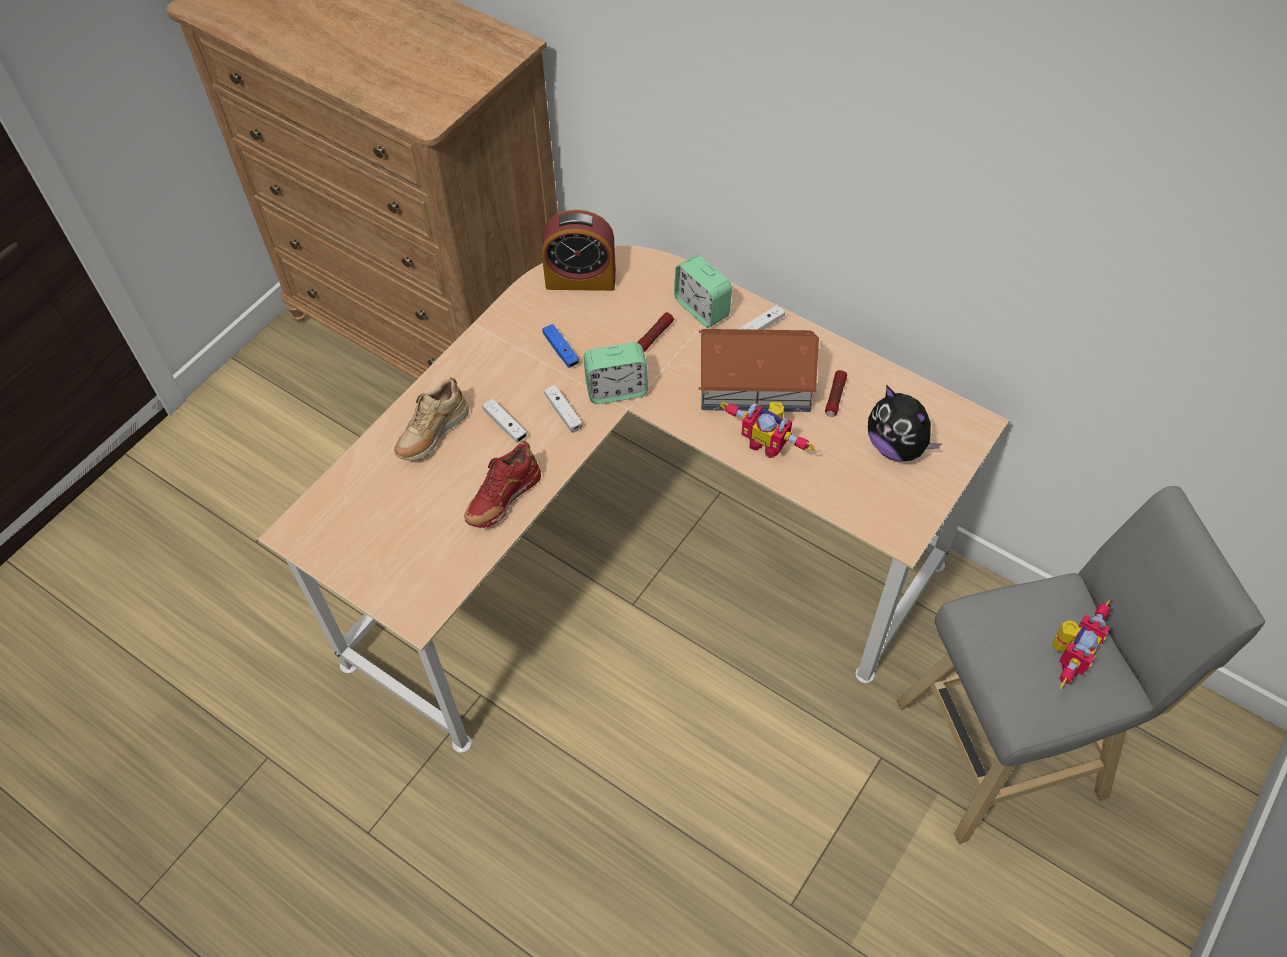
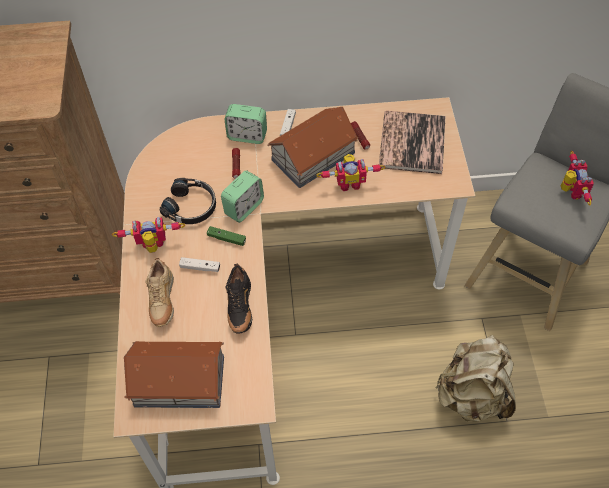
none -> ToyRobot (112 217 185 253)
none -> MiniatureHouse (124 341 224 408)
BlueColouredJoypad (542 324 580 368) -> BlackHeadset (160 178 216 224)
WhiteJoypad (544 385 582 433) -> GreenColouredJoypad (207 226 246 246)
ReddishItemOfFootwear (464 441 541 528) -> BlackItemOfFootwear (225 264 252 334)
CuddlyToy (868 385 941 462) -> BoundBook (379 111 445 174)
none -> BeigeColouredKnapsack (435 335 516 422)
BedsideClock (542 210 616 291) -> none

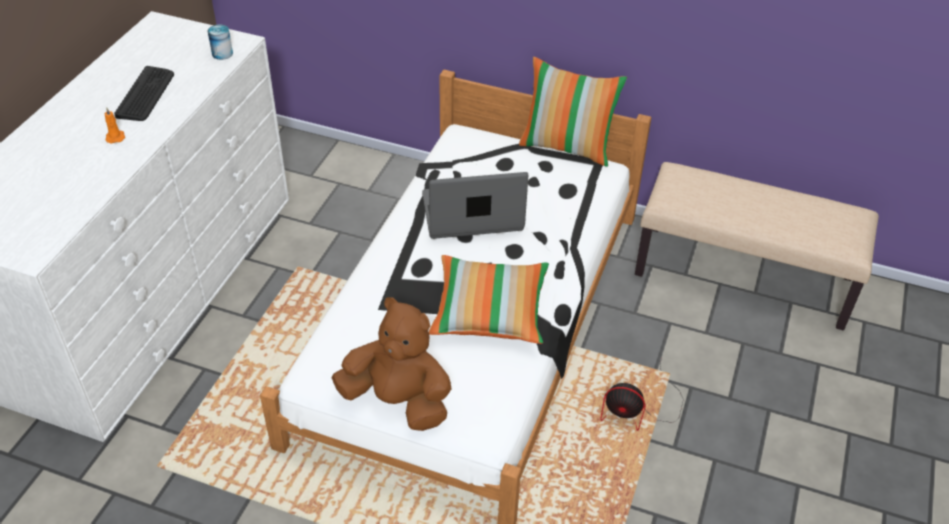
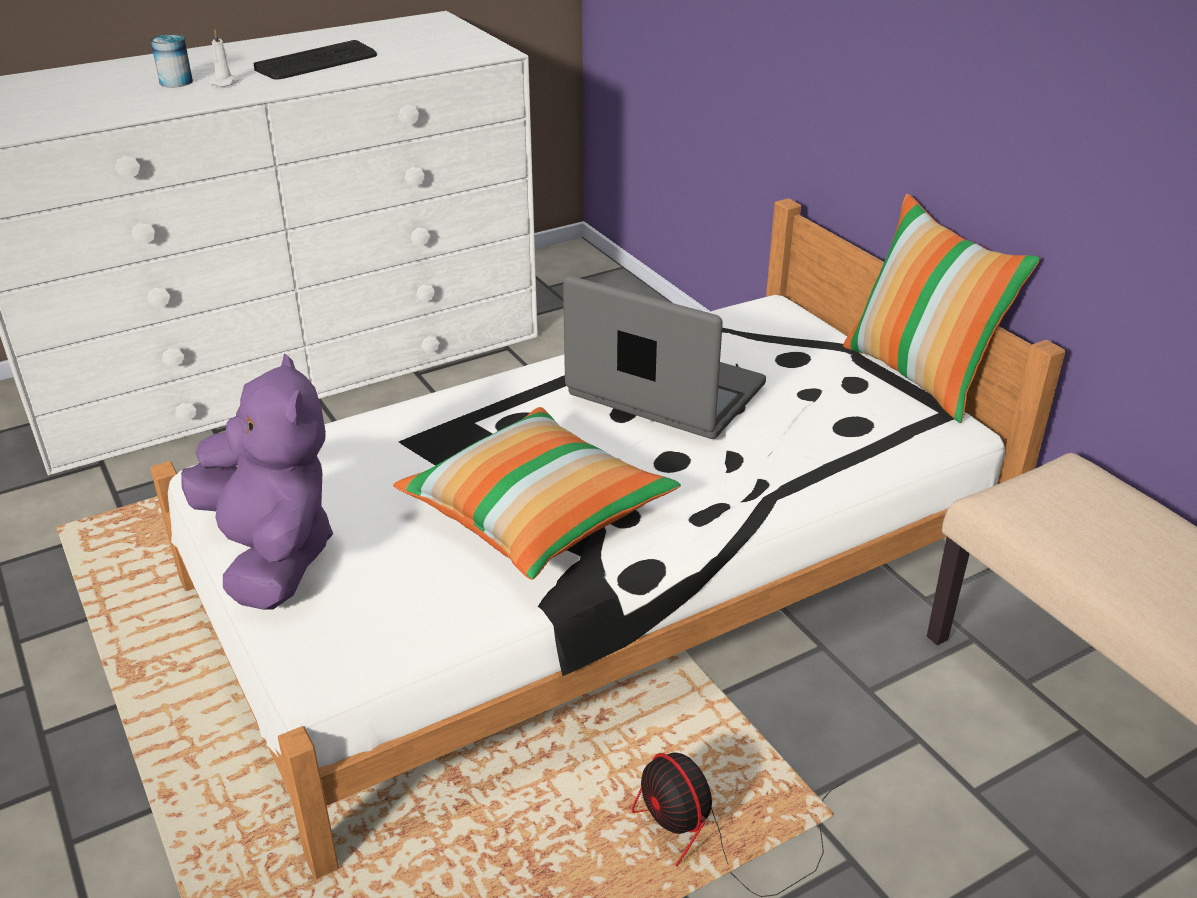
Can (208 25 233 60) -> Can (151 35 193 87), moved
BrownishCuddlyToy (331 297 451 431) -> PurpleCuddlyToy (181 353 333 610)
OrangeColouredCandle (105 107 125 143) -> WhiteCandle (209 30 239 87)

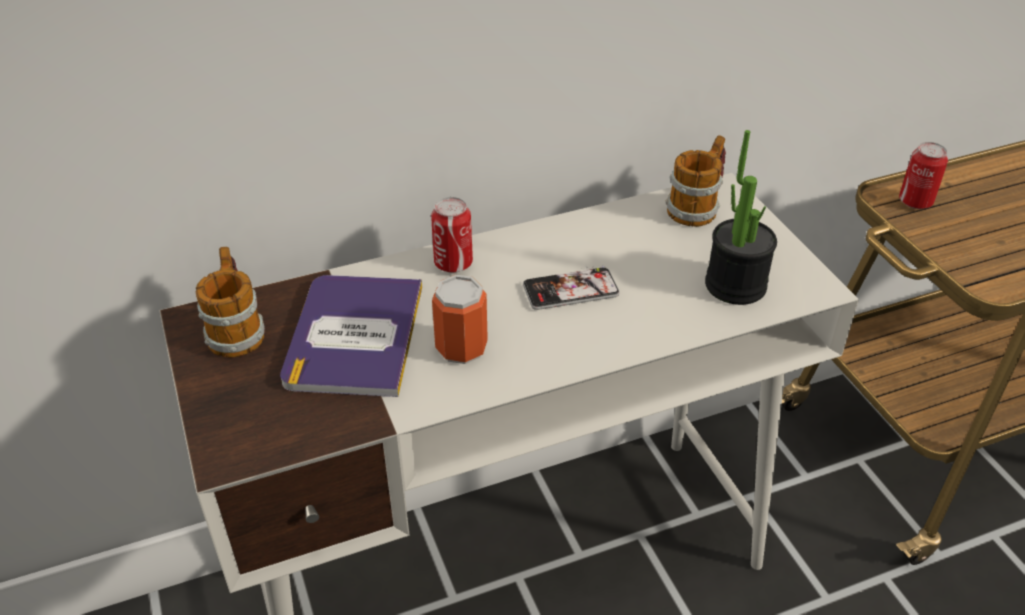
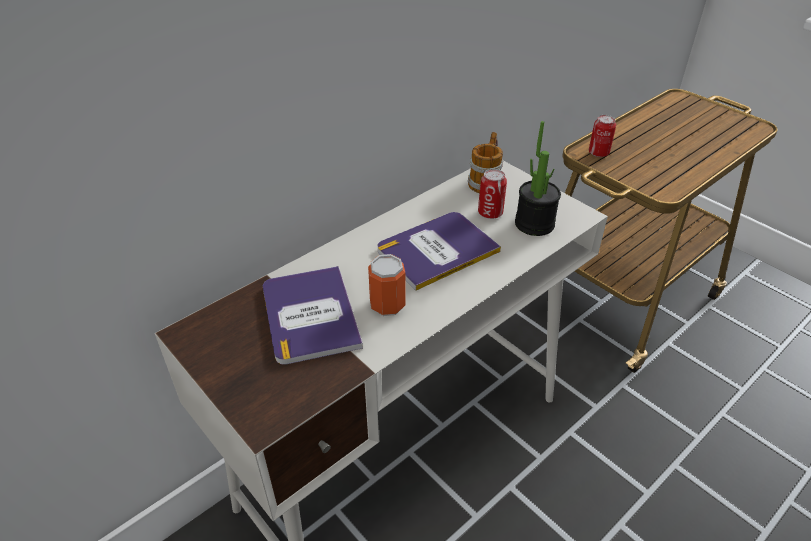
Telephone (523 266 620 310) -> BoundBook (377 212 501 291)
Can (431 197 473 272) -> Can (478 169 507 219), moved
CoffeeMug (195 247 265 358) -> none

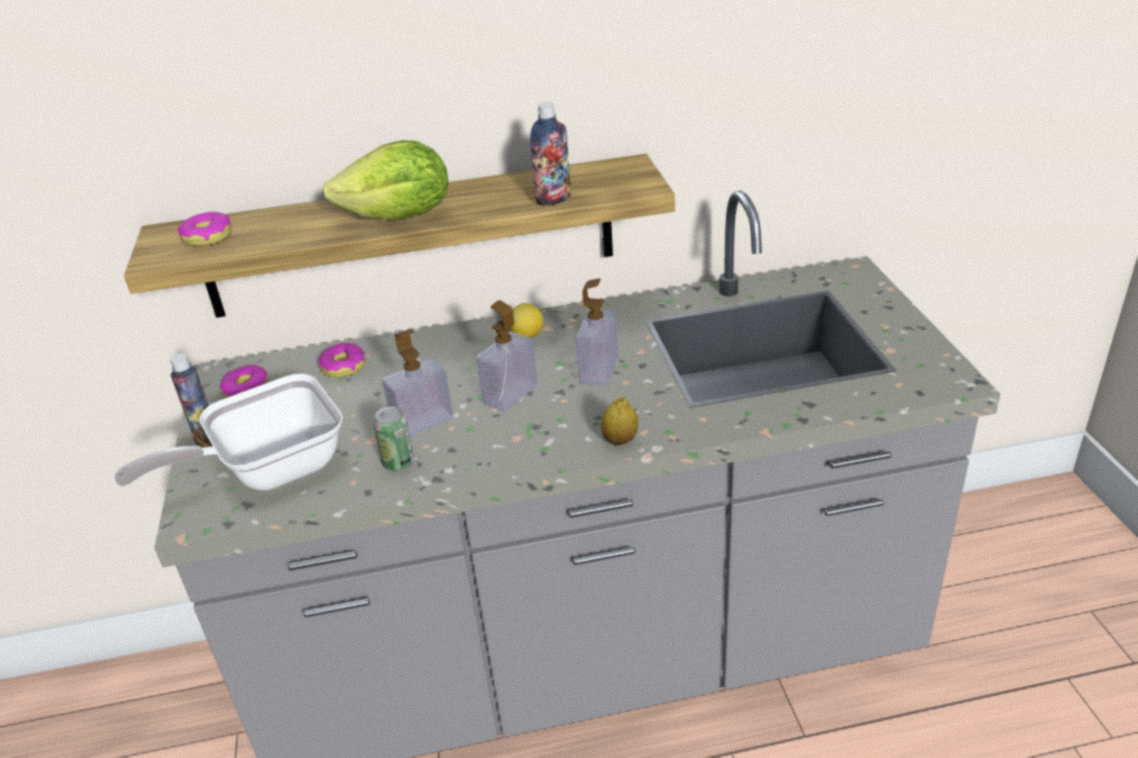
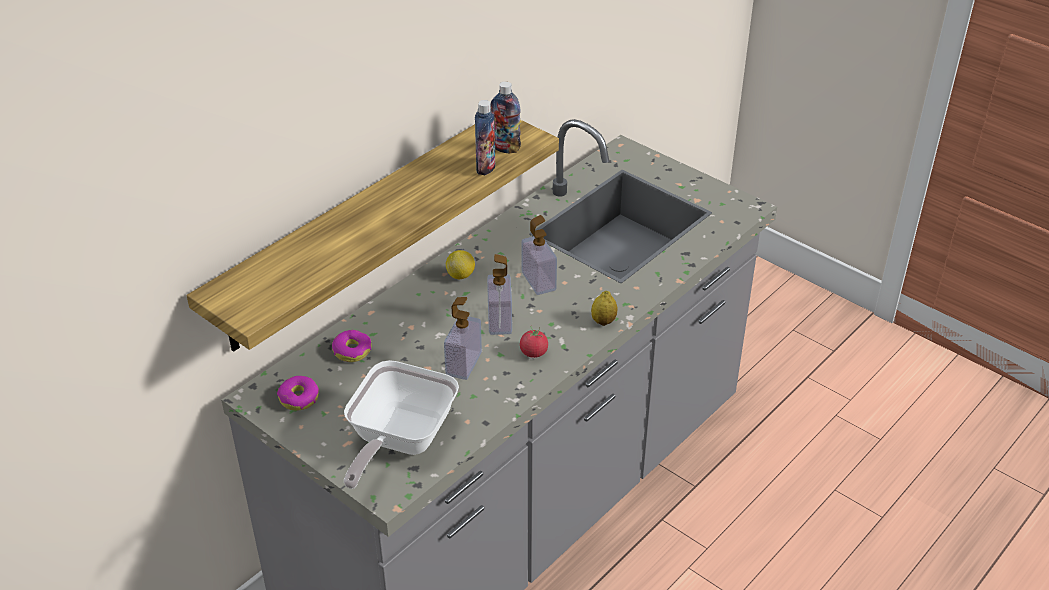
Bottle (170 353 213 448) -> Bottle (491 81 521 153), moved
none -> FreshTomato (520 327 548 358)
Donut (178 212 232 246) -> none
HeadOfLettuce (322 140 448 220) -> none
Can (373 407 414 471) -> none

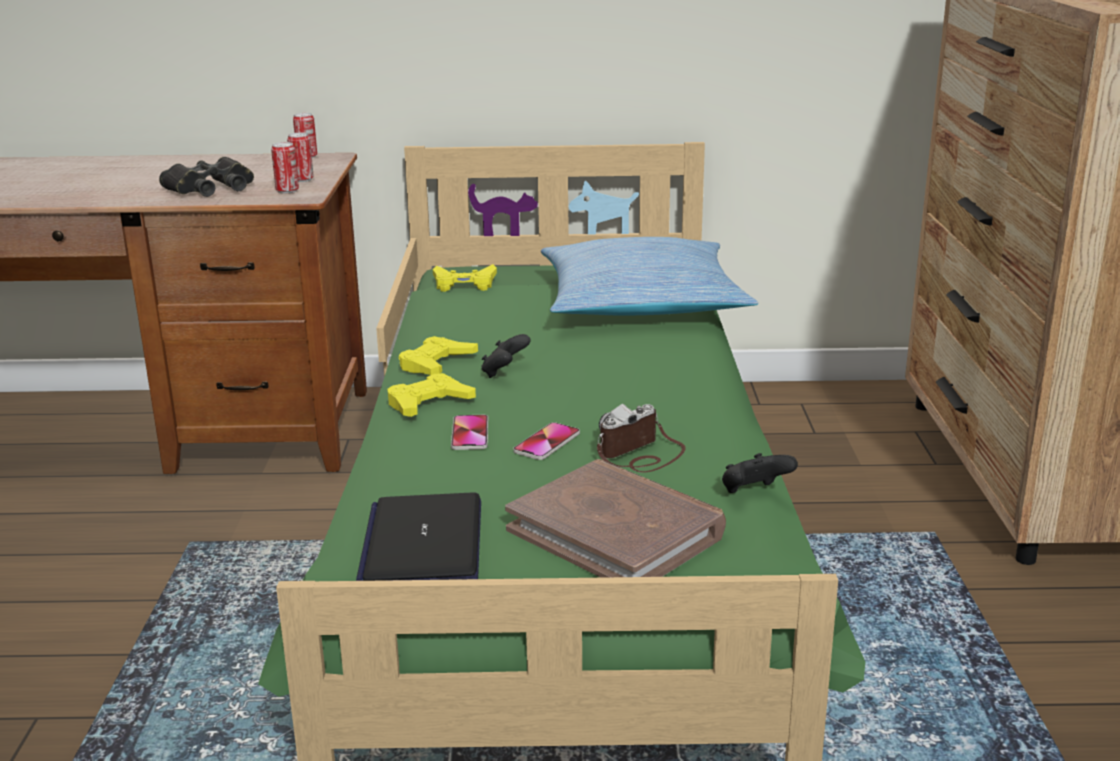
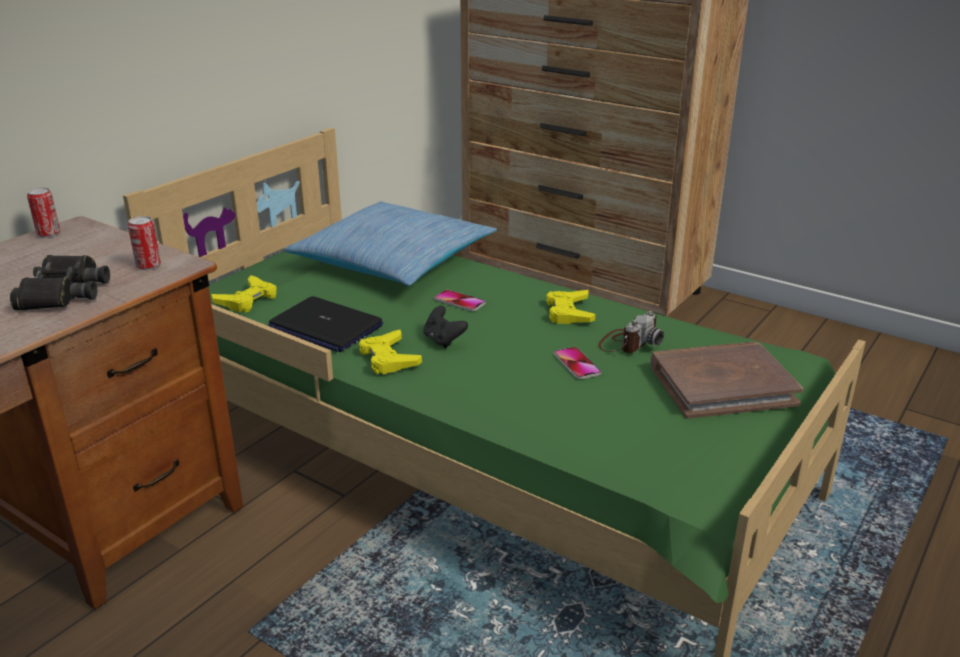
Laptop (356 492 481 581) -> Laptop (268 296 383 352), moved
Telephone (451 415 488 450) -> Telephone (434 290 486 311), moved
YellowJoypad (387 373 476 417) -> YellowJoypad (546 290 595 324), moved
PhotoCamera (597 404 686 473) -> PhotoCamera (598 311 664 353), 135 degrees counterclockwise
Can (287 132 314 182) -> none
BlackJoypad (722 453 798 493) -> none

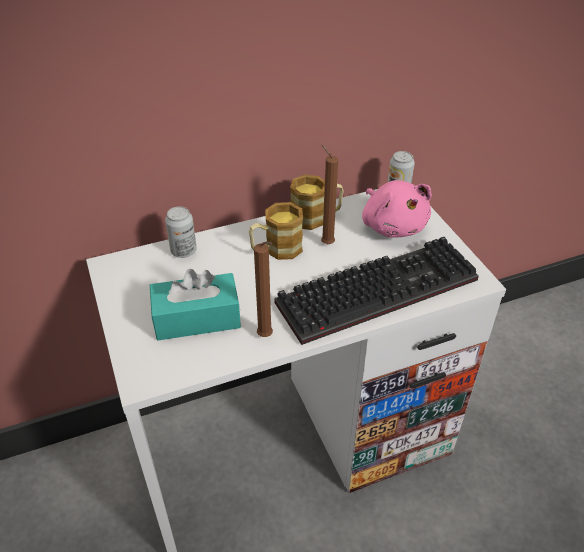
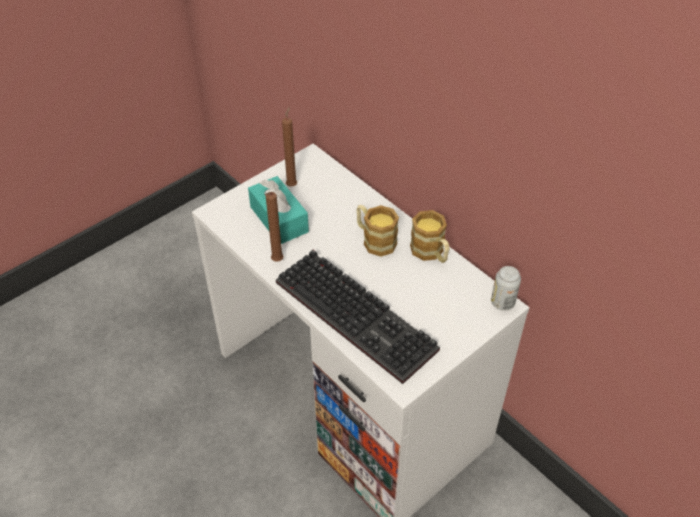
BrownishCandle (321 144 338 244) -> BrownishCandle (282 106 297 186), moved
Can (165 206 197 258) -> none
PinkCuddlyToy (362 180 432 238) -> none

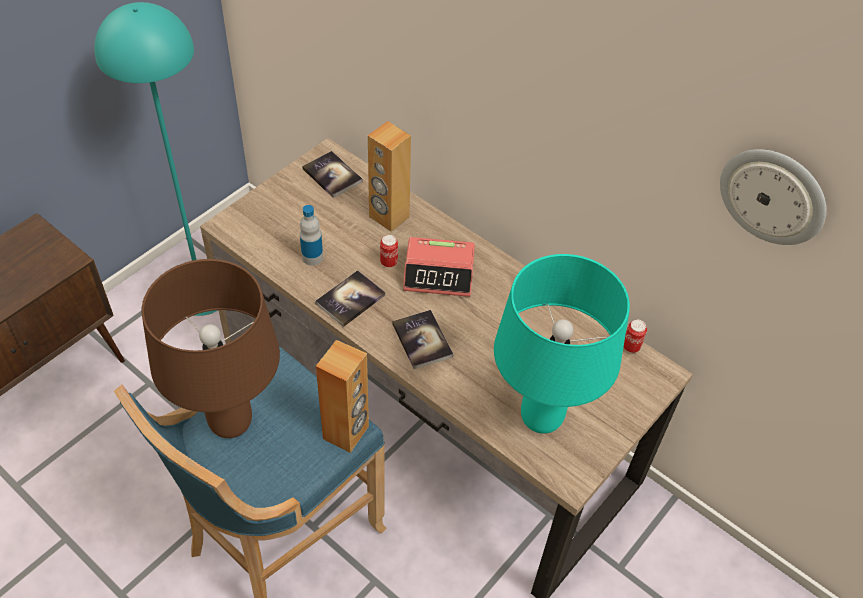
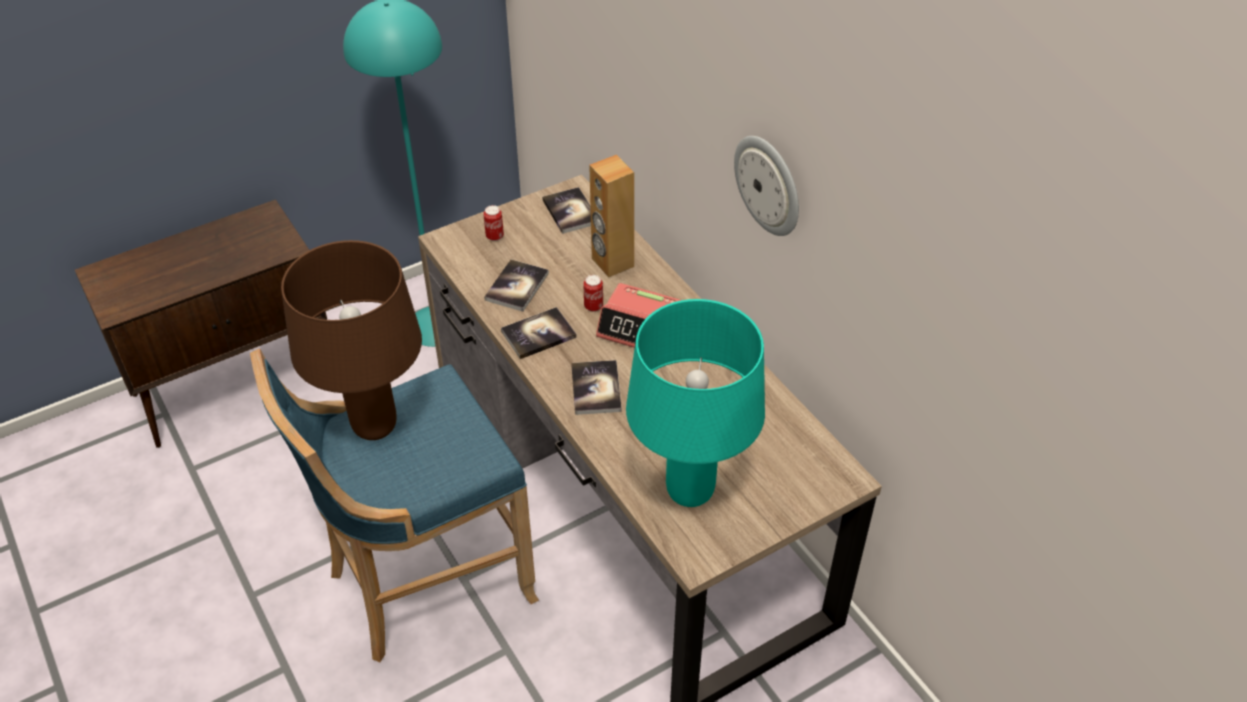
Can (624 320 647 353) -> Can (483 205 504 241), moved
Bottle (300 205 323 266) -> BoundBook (484 259 549 312)
ClockOnTheWall (720 149 826 245) -> ClockOnTheWall (734 136 799 236), moved
BrownishSpeaker (316 340 369 453) -> none

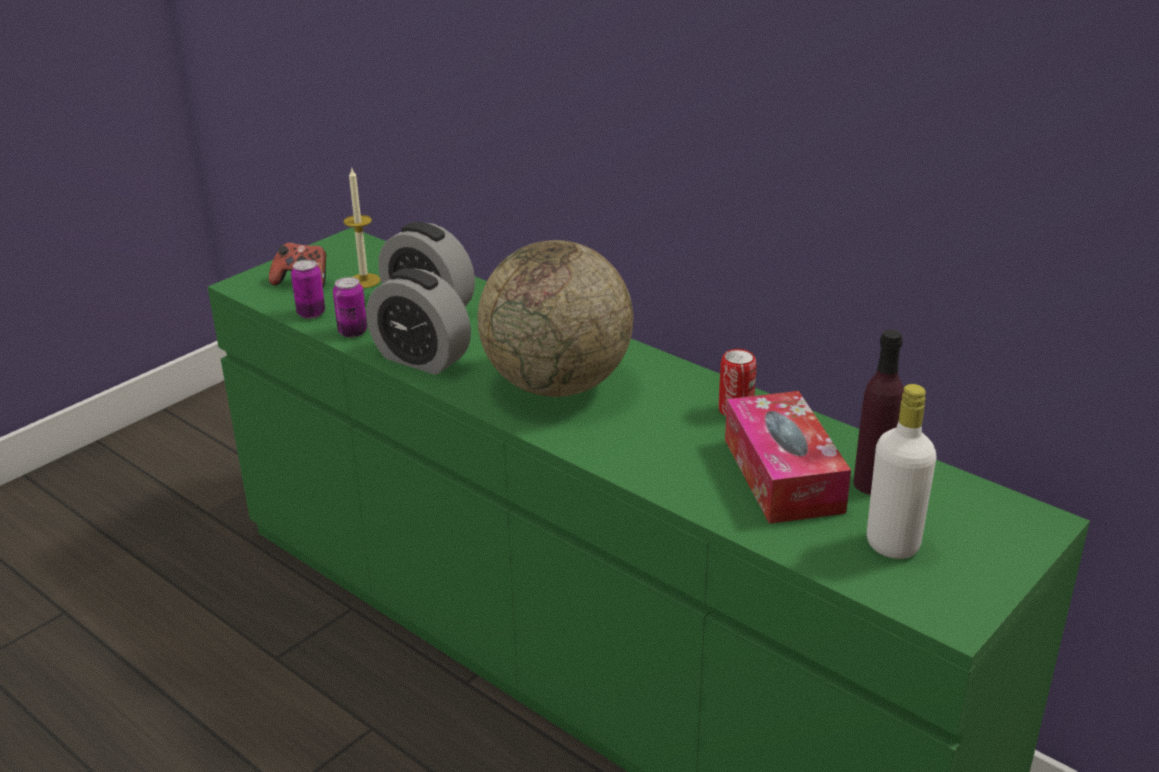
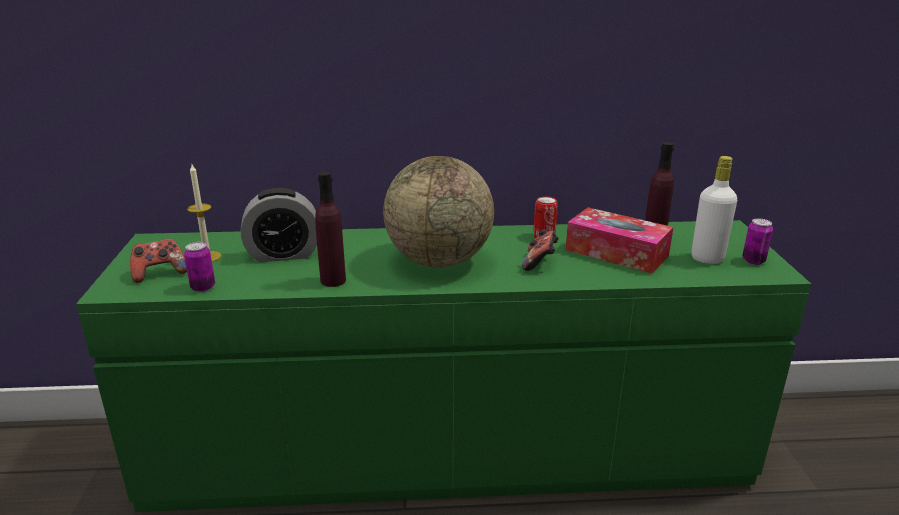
BedsideClock (366 268 471 375) -> PurpleBottle (315 172 346 287)
none -> Joypad (522 229 559 271)
Can (333 277 367 338) -> Can (742 218 773 265), moved

